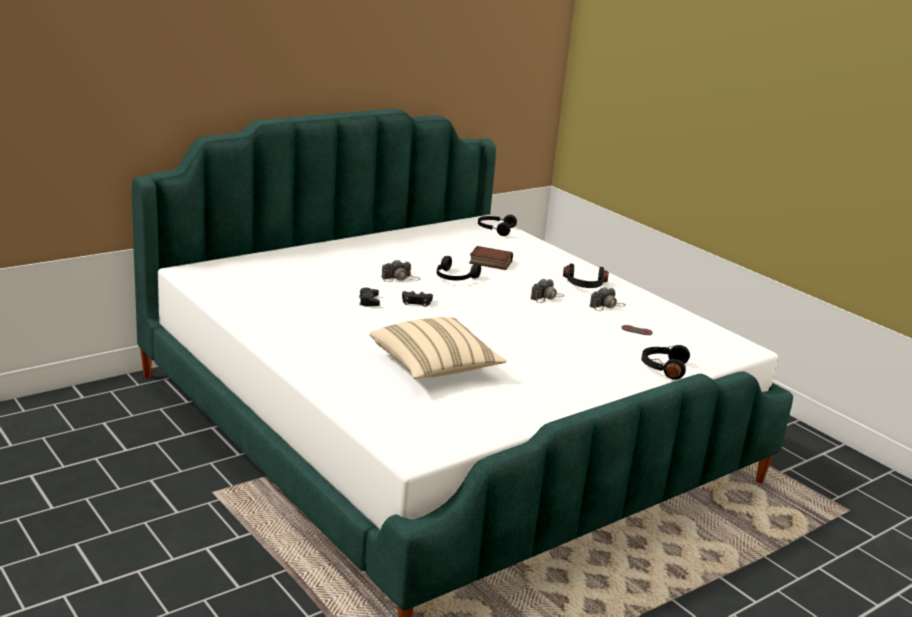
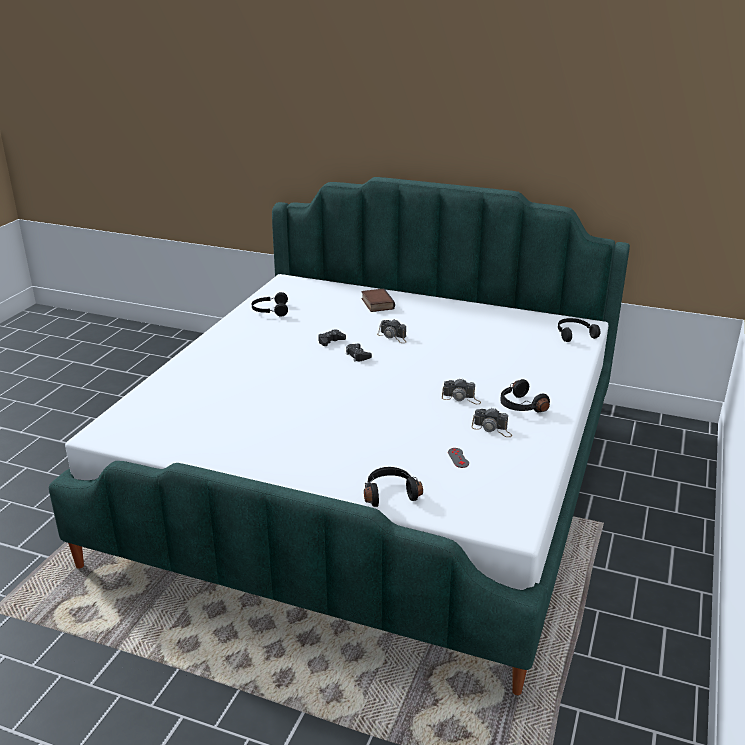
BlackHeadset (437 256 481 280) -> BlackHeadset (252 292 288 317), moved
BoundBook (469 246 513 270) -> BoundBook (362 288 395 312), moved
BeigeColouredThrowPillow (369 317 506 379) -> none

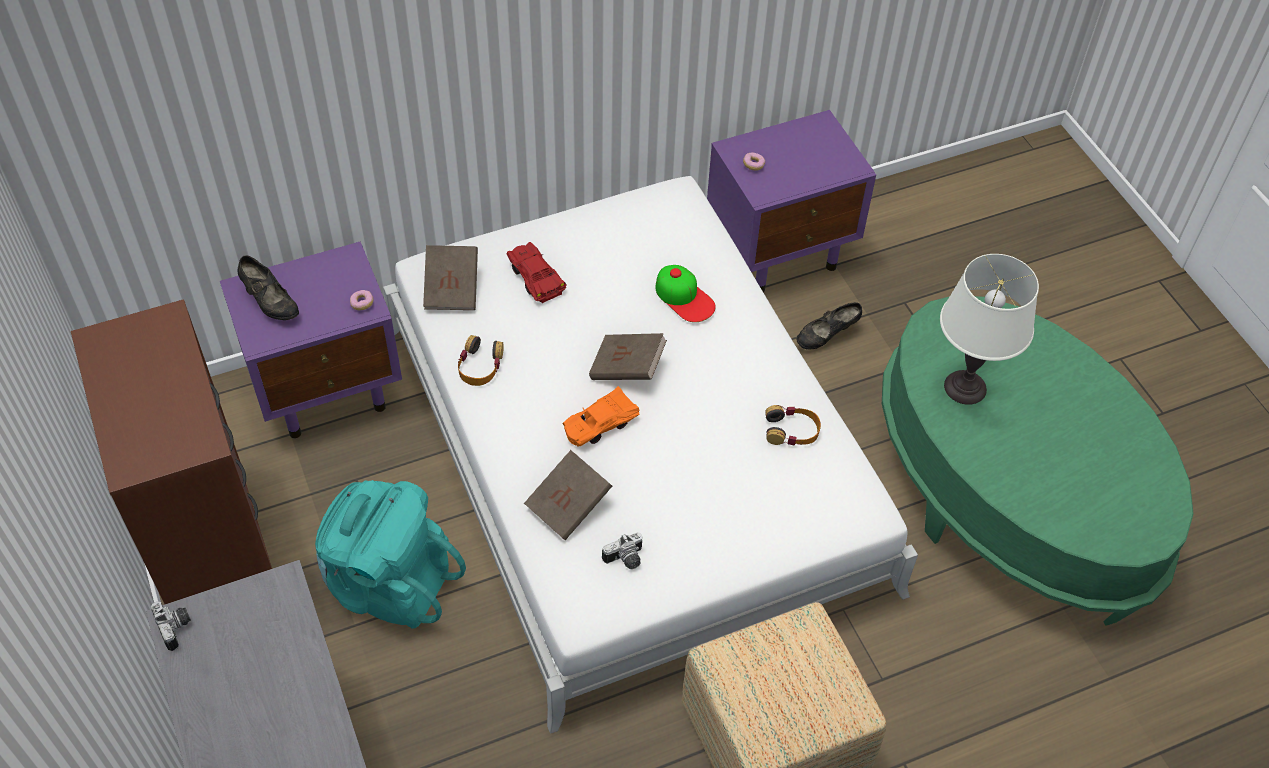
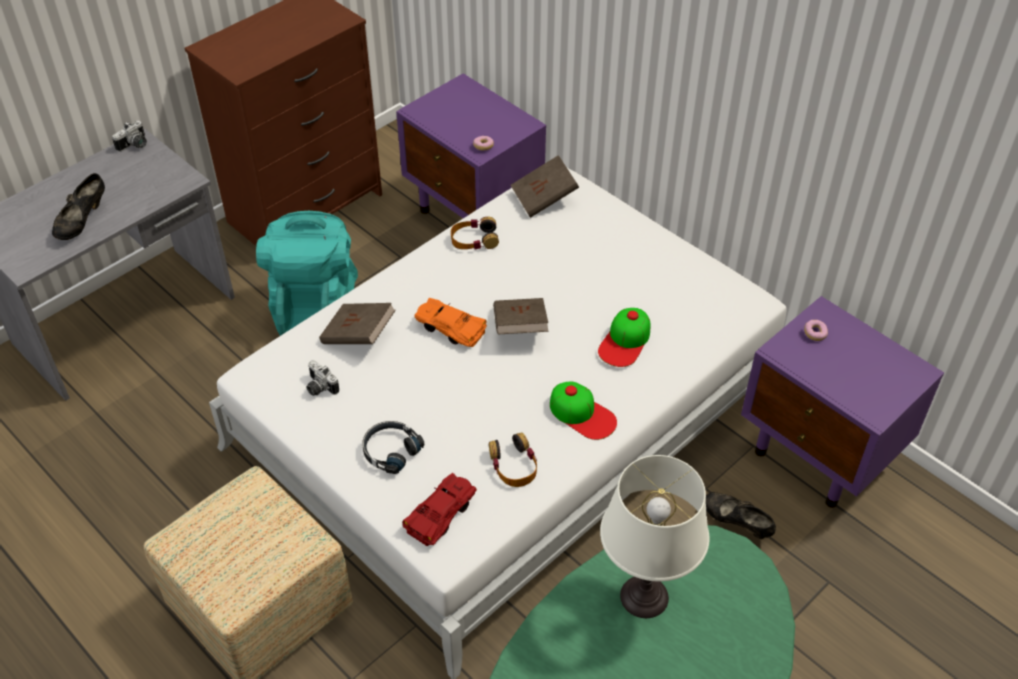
BlackItemOfFootwear (237 255 299 320) -> BlackItemOfFootwear (52 173 105 240), moved
none -> BlackHeadset (362 421 424 474)
ReddishModelCar (507 242 567 303) -> ReddishModelCar (402 473 477 546), moved
none -> PeakedCap (550 382 617 440)

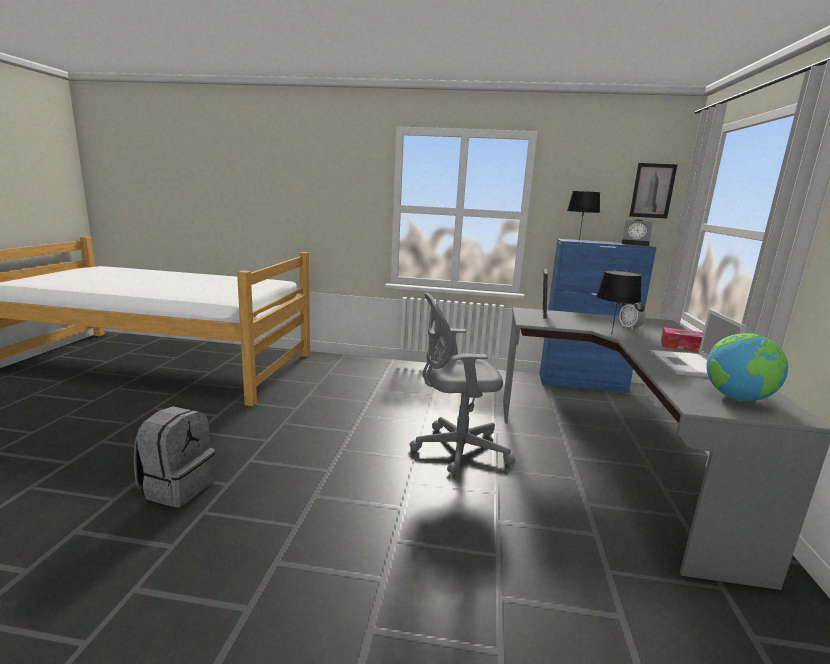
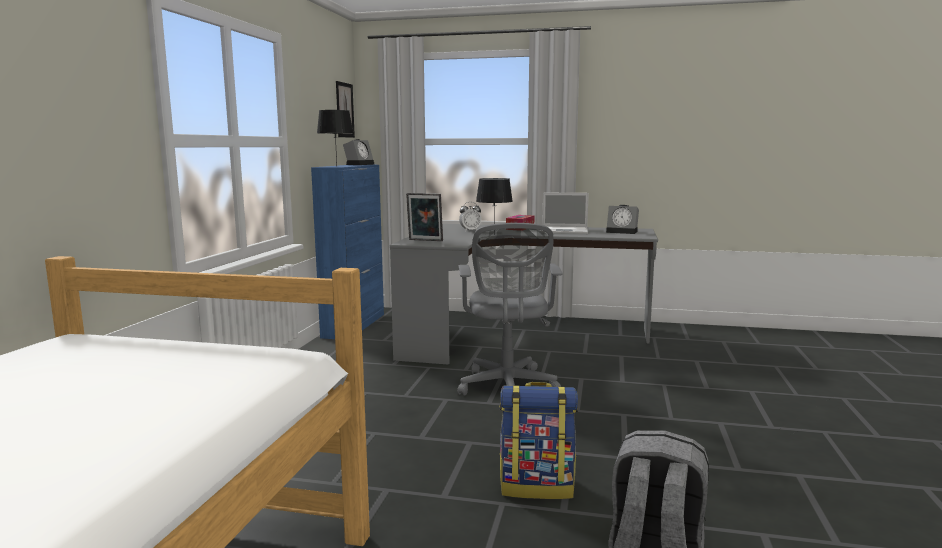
none -> Knapsack (499 382 578 499)
Globe (707 333 788 401) -> BedsideClock (606 205 639 234)

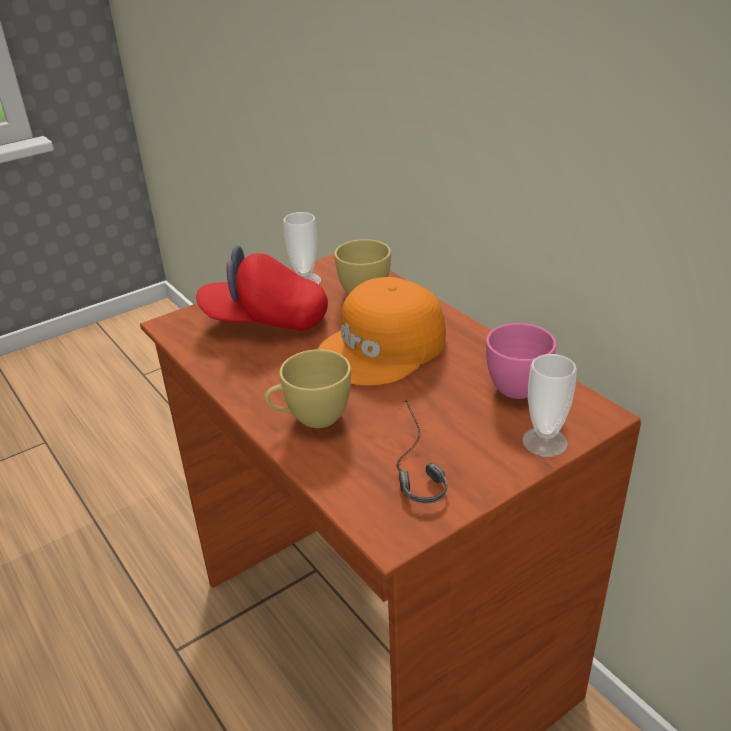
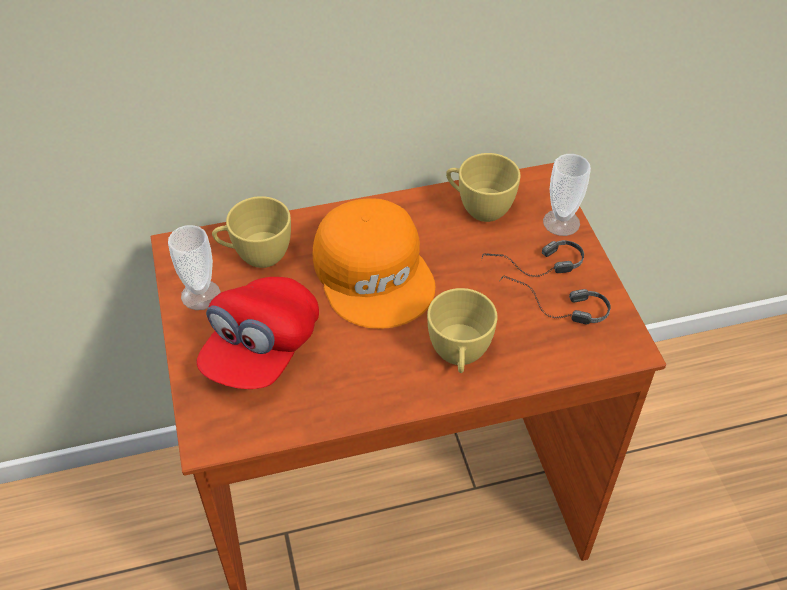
PinkSmallCup (486 323 556 399) -> YellowSmallCup (446 153 521 222)
none -> Headset (481 240 584 277)

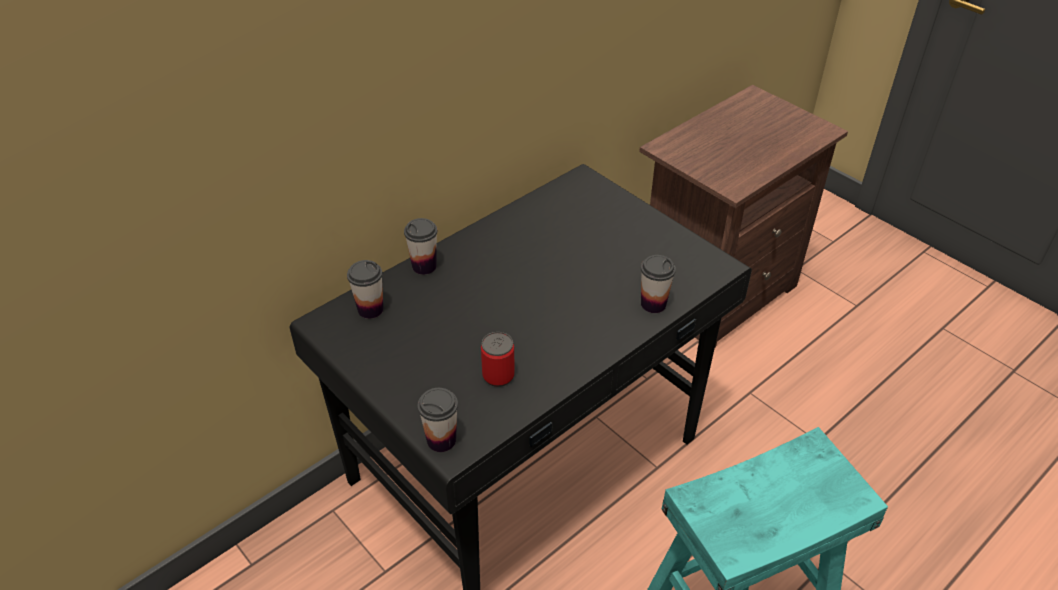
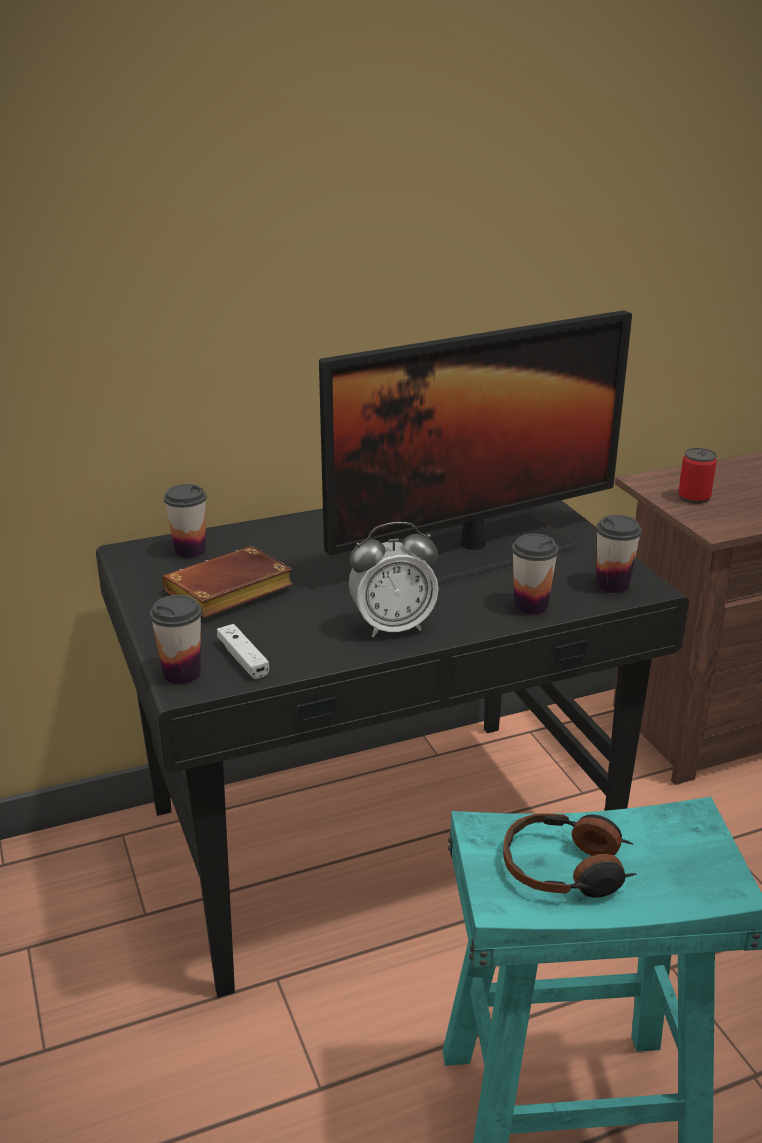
none -> BrownishBoundBook (163 546 294 618)
none -> WhiteJoypad (217 624 269 679)
none -> ComputerScreen (319 310 632 583)
none -> BedsideClock (349 522 438 637)
none -> Headset (503 813 636 898)
SmallCup (404 218 437 275) -> SmallCup (596 515 642 593), moved
Can (481 332 515 387) -> Can (678 448 717 504), moved

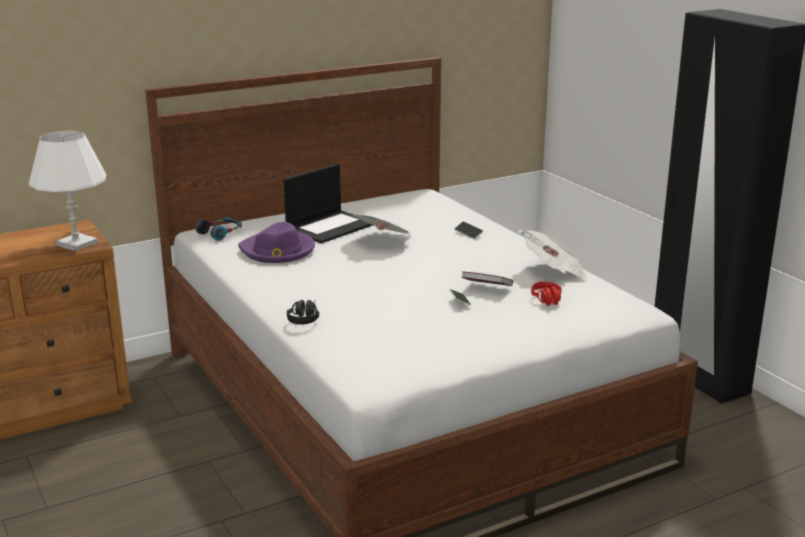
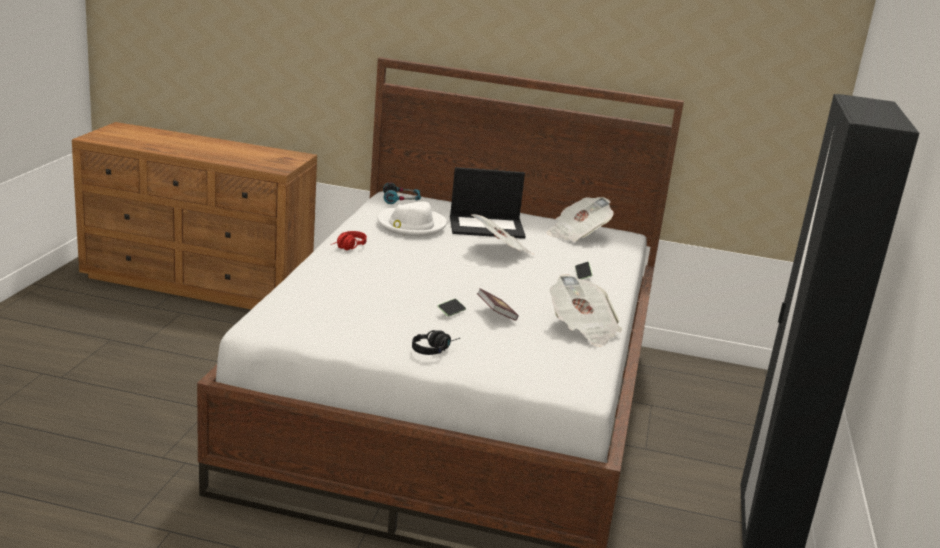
ReddishHeadset (531 281 562 305) -> ReddishHeadset (331 231 367 250), moved
PurpleWearableHat (238 222 315 263) -> WhiteWearableHat (377 202 447 237)
BlackHeadset (287 300 319 324) -> BlackHeadset (412 330 460 355), moved
none -> Newspaper (547 197 614 241)
WhiteLampForATable (29 131 106 251) -> none

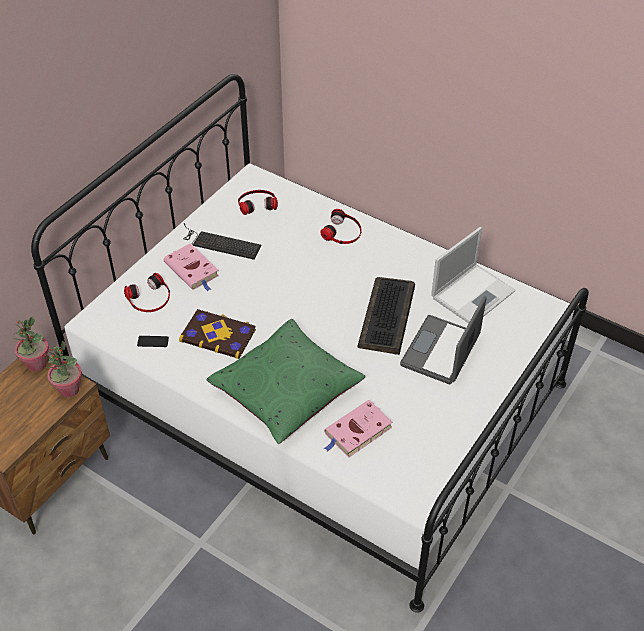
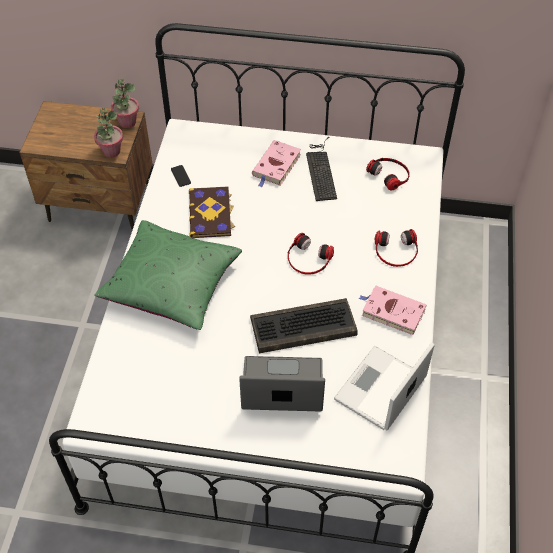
Headset (124 273 170 312) -> Headset (288 233 334 275), moved
Laptop (431 227 516 324) -> Laptop (334 342 435 430), 105 degrees clockwise
PinkBoundBook (324 400 392 457) -> PinkBoundBook (358 285 427 335), moved

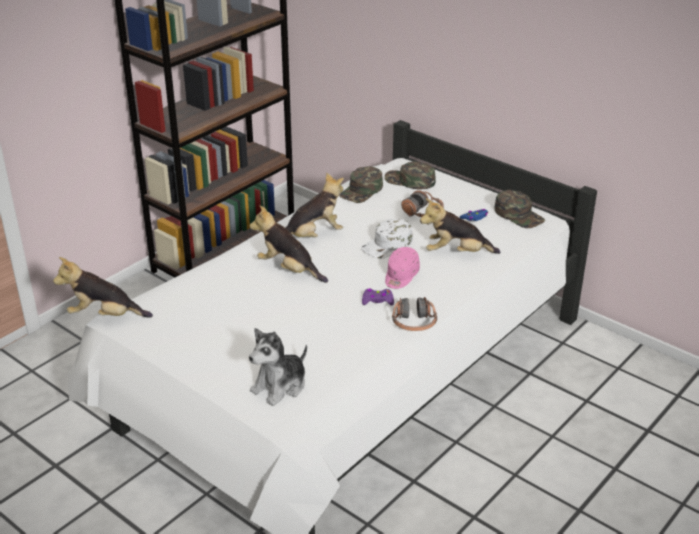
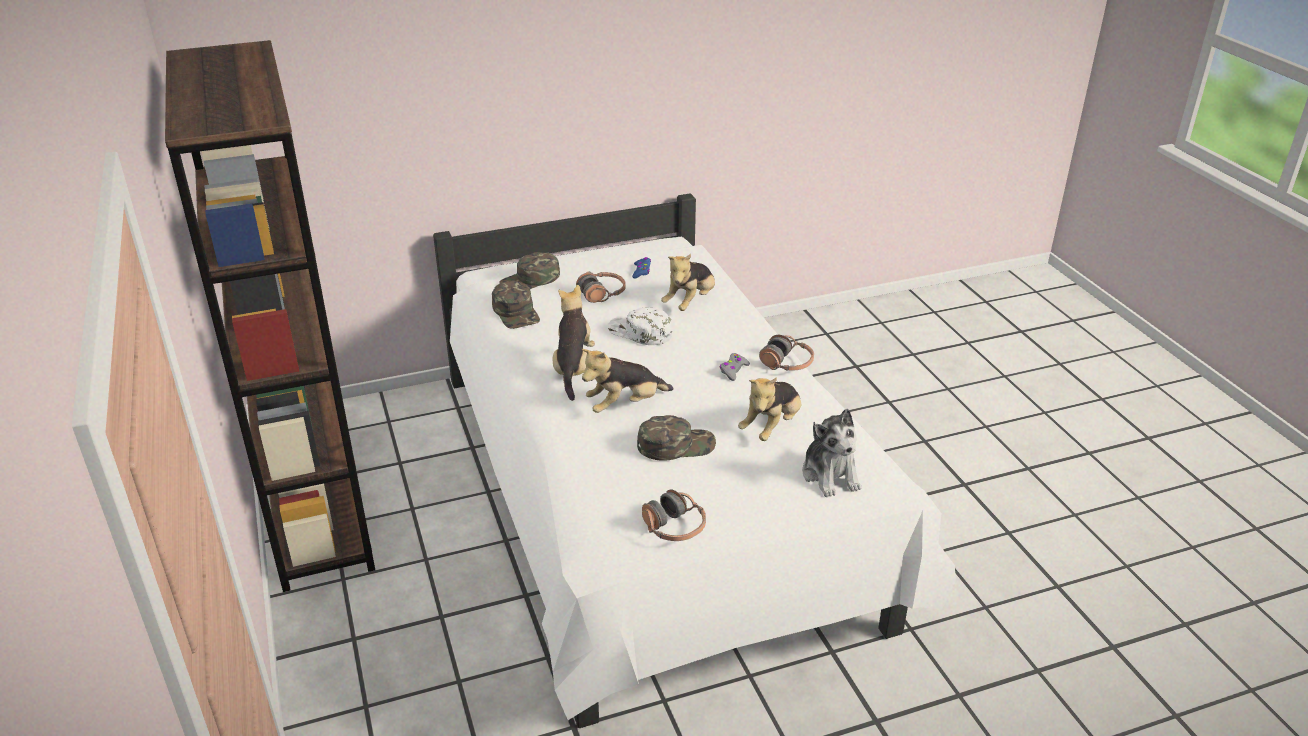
WhitePeakedCap (361 218 413 259) -> WhitePeakedCap (608 307 672 345), 135 degrees clockwise
GreenColouredPeakedCap (495 190 545 228) -> GreenColouredPeakedCap (637 415 716 461), moved
none -> Headset (642 489 706 541)
PurpleJoypad (362 289 394 305) -> GrayJoypad (720 353 750 381)
CuddlyToy (53 257 153 317) -> CuddlyToy (738 377 801 441), moved
PinkPeakedCap (385 247 420 289) -> none

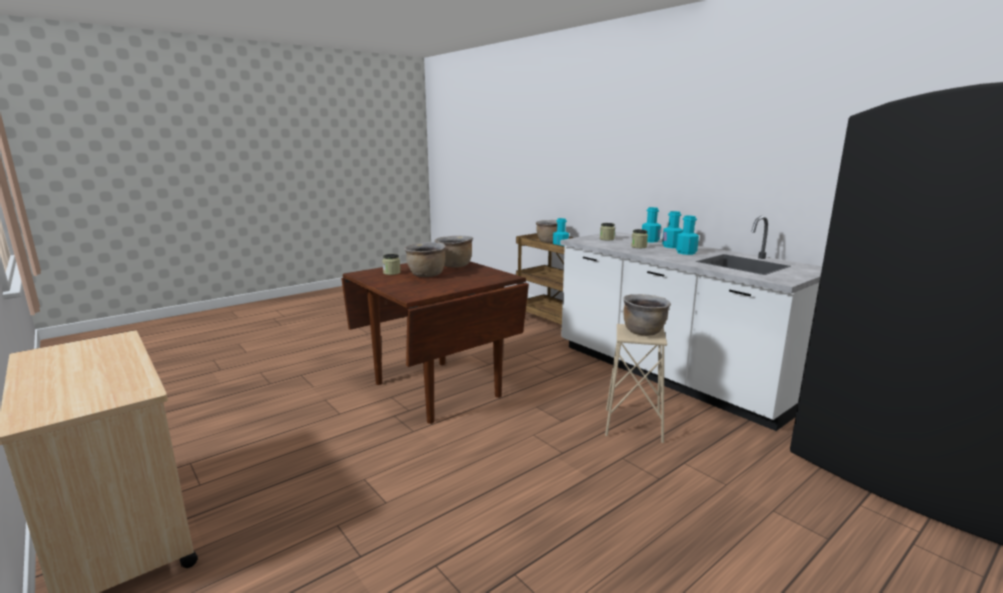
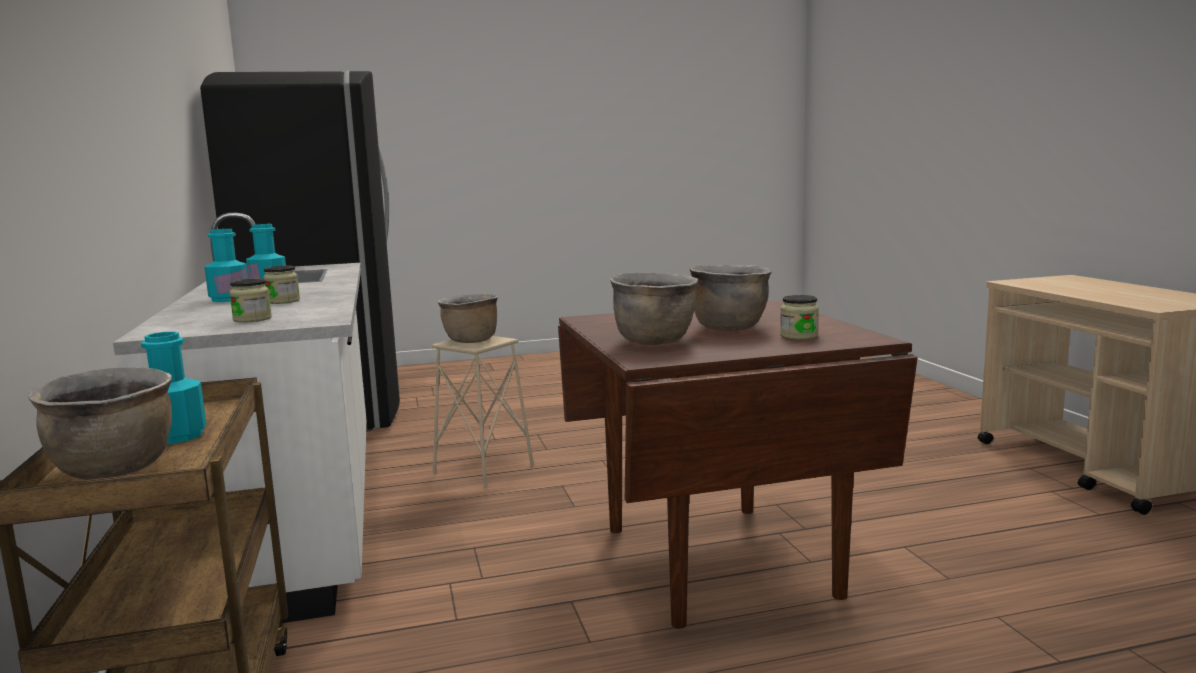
TurquoiseBottle (642 207 661 242) -> none

